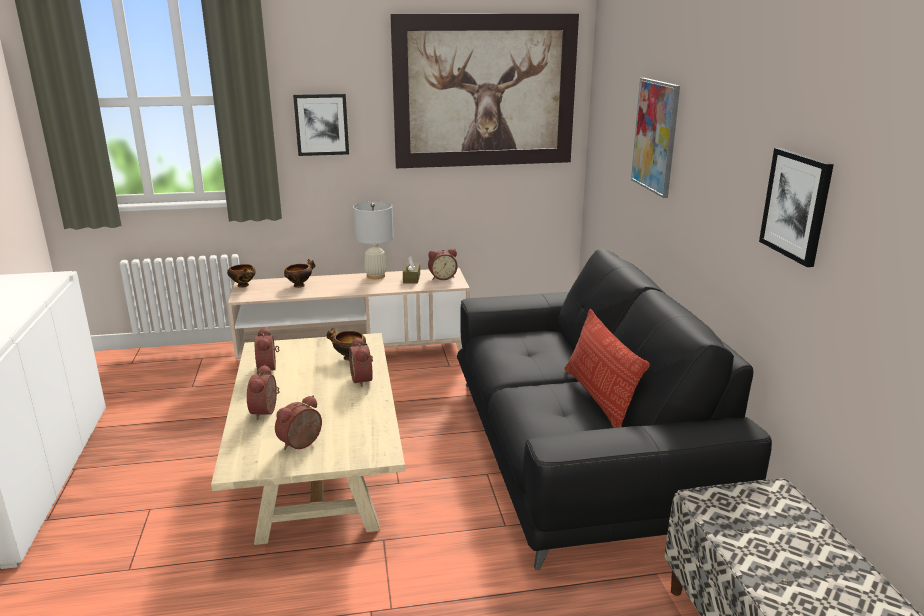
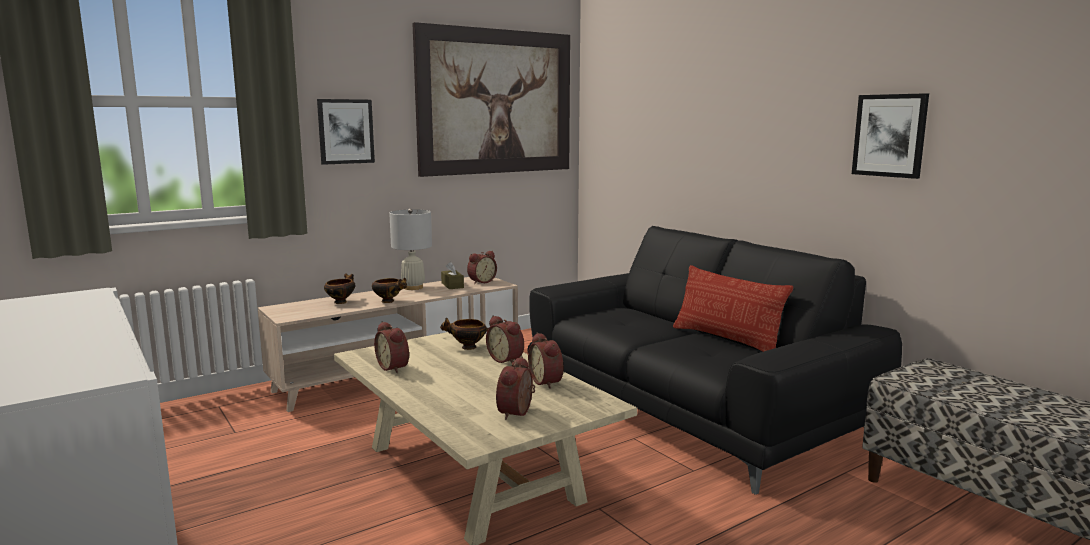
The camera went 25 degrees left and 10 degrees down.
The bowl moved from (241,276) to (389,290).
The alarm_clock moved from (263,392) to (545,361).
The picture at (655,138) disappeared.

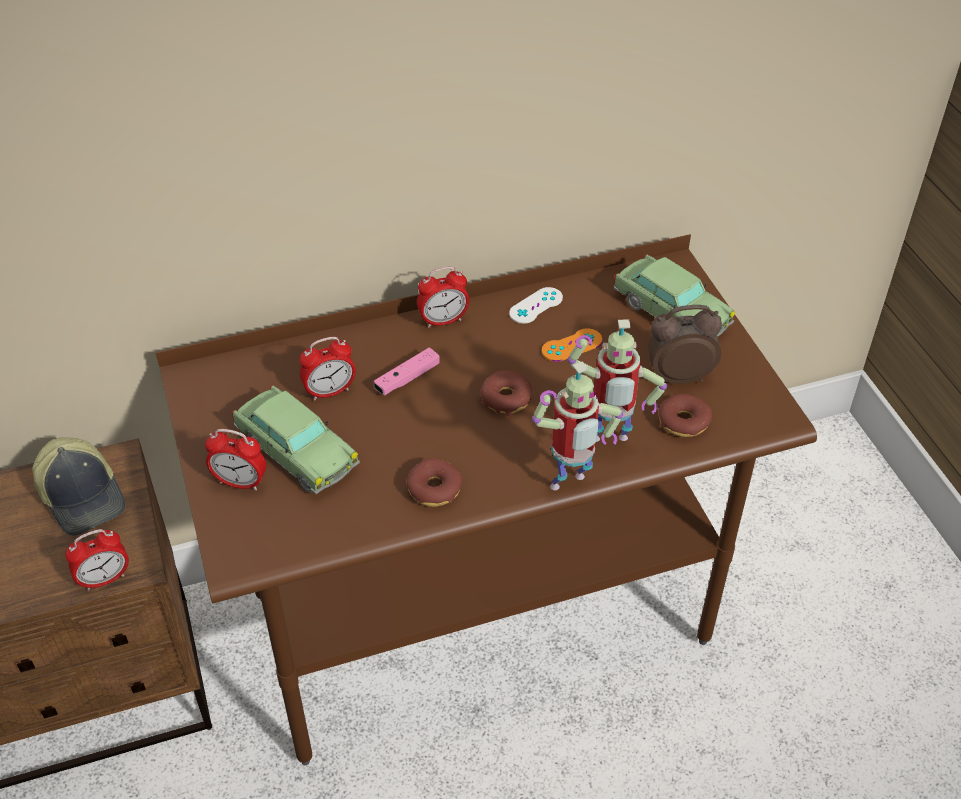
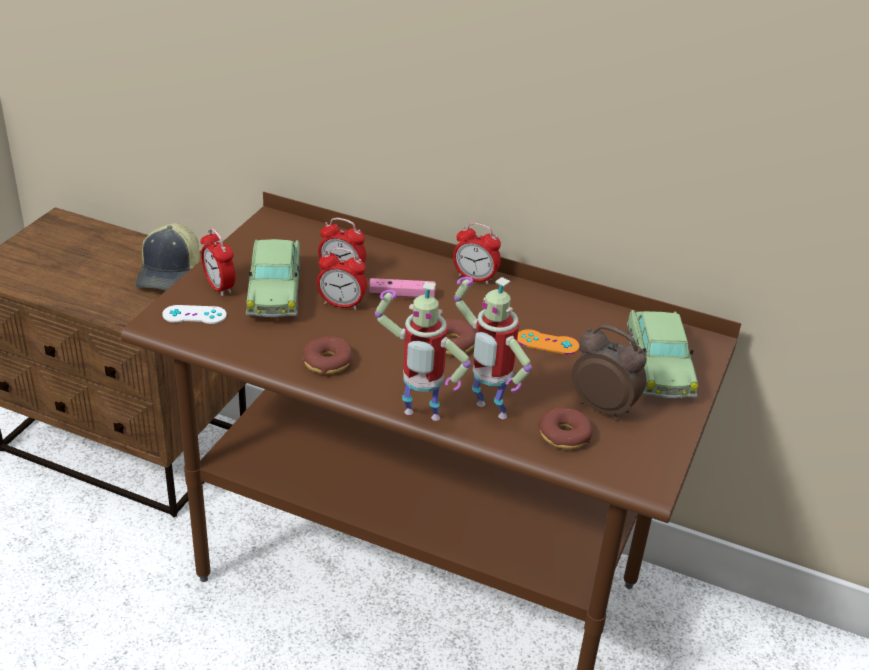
The camera went 40 degrees right and 10 degrees down.
The alarm_clock moved from (97,560) to (342,278).
The white_game_controller moved from (536,305) to (194,314).

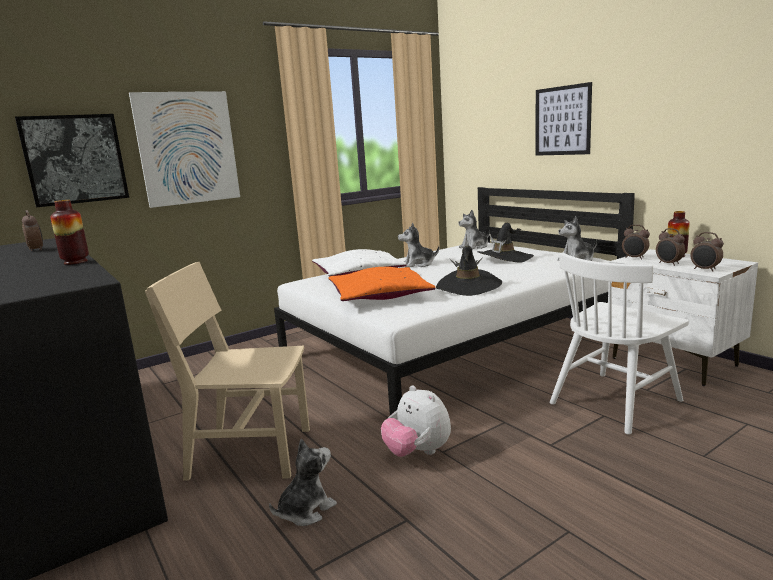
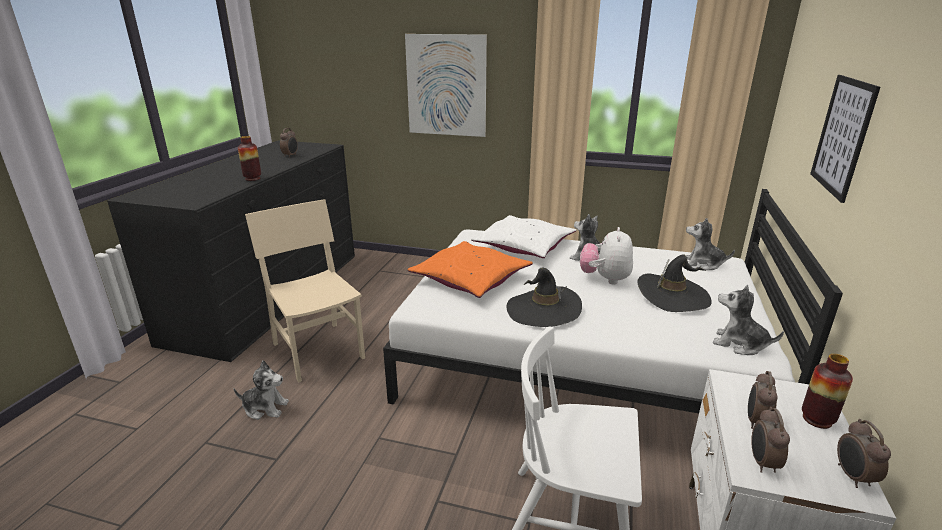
The camera went 50 degrees right and 10 degrees up.
The picture at (72,161) disappeared.
The plush_toy moved from (416,421) to (606,256).
The alarm_clock moved from (636,242) to (864,453).

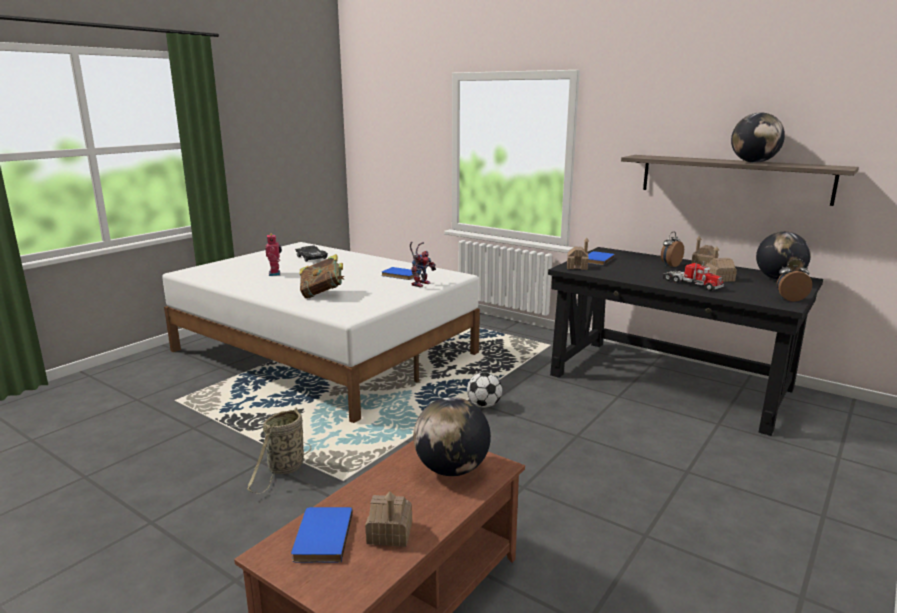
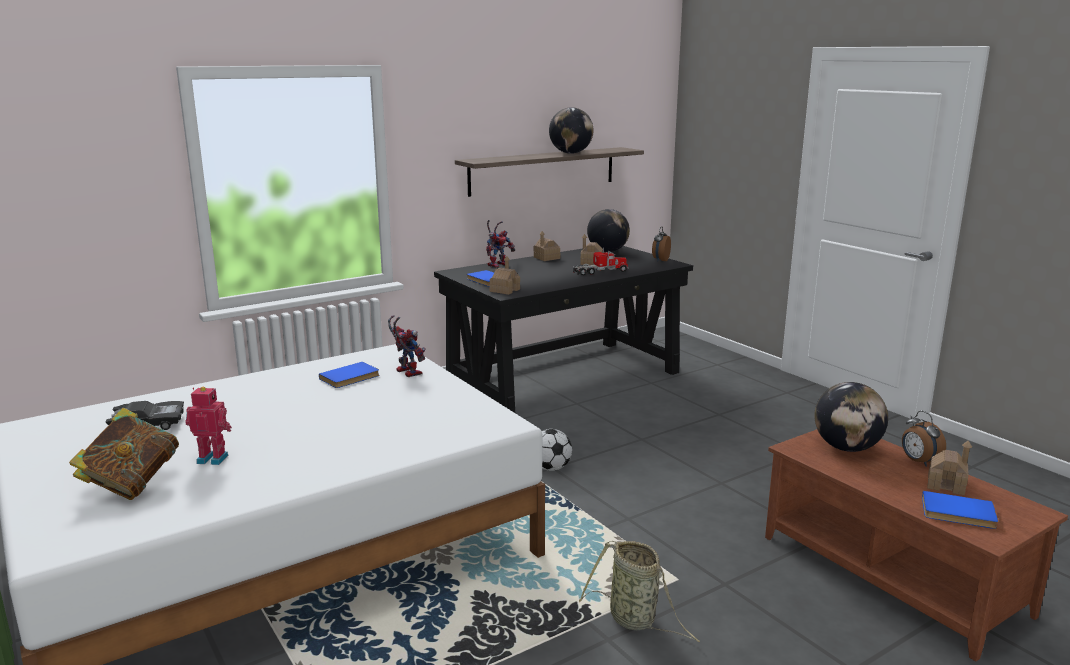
The camera went 70 degrees left and 0 degrees up.
The book moved from (322,276) to (124,454).
The alarm_clock moved from (672,249) to (924,438).
The toy_robot at (500,244) appeared.

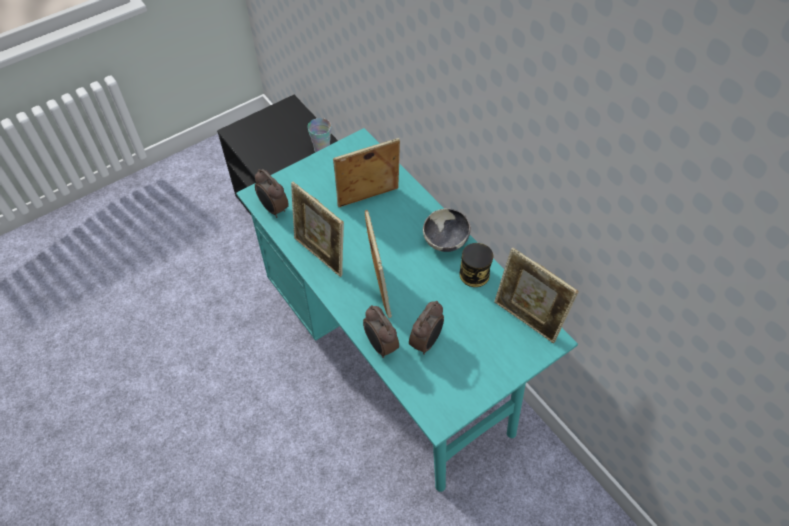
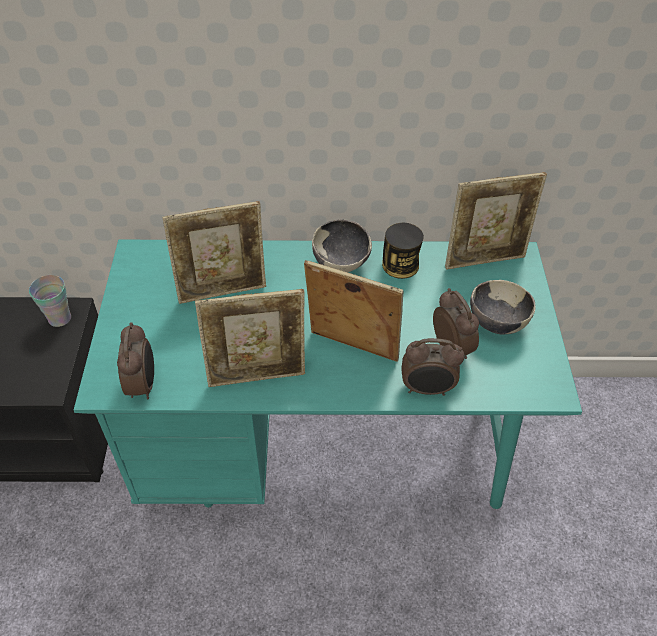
The camera went 55 degrees left and 5 degrees down.
The alarm_clock at (272,193) turned 90 degrees counterclockwise.
The picture_frame at (366,172) turned 120 degrees counterclockwise.
The bowl at (503,307) appeared.

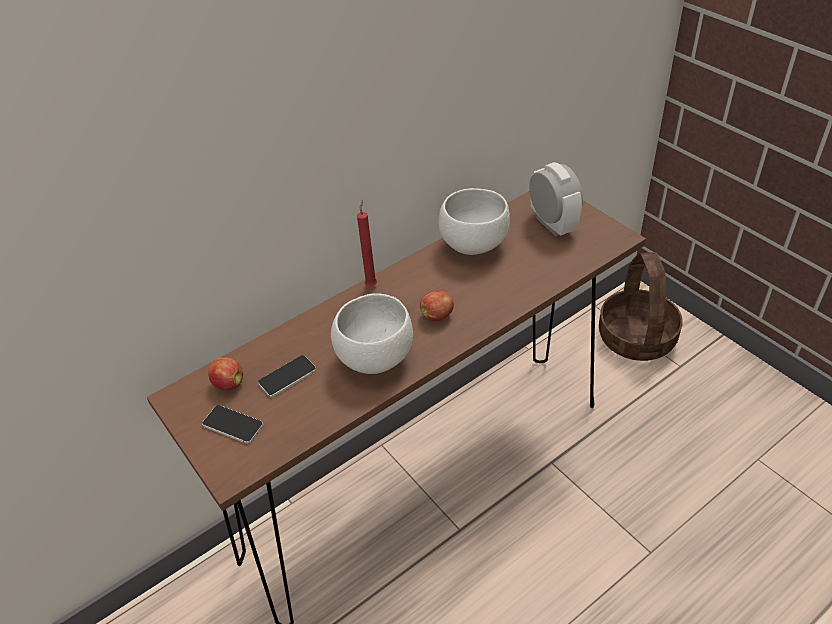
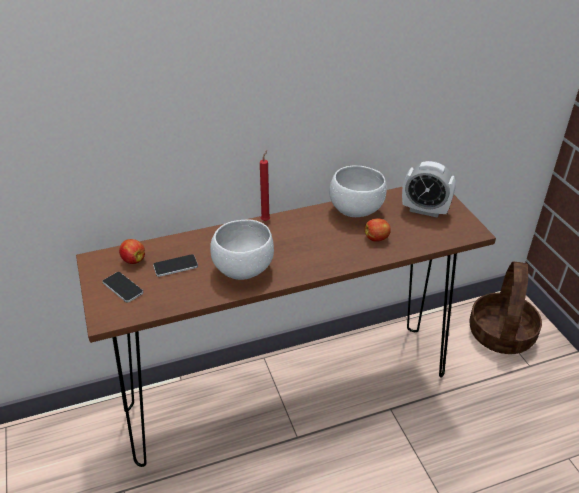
The camera went 15 degrees right and 5 degrees down.
The apple moved from (437,306) to (378,230).
The alarm_clock at (556,199) turned 120 degrees clockwise.

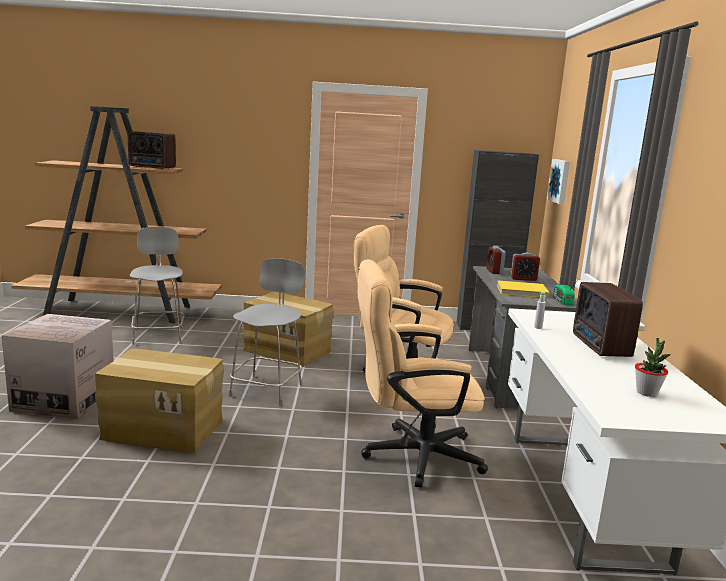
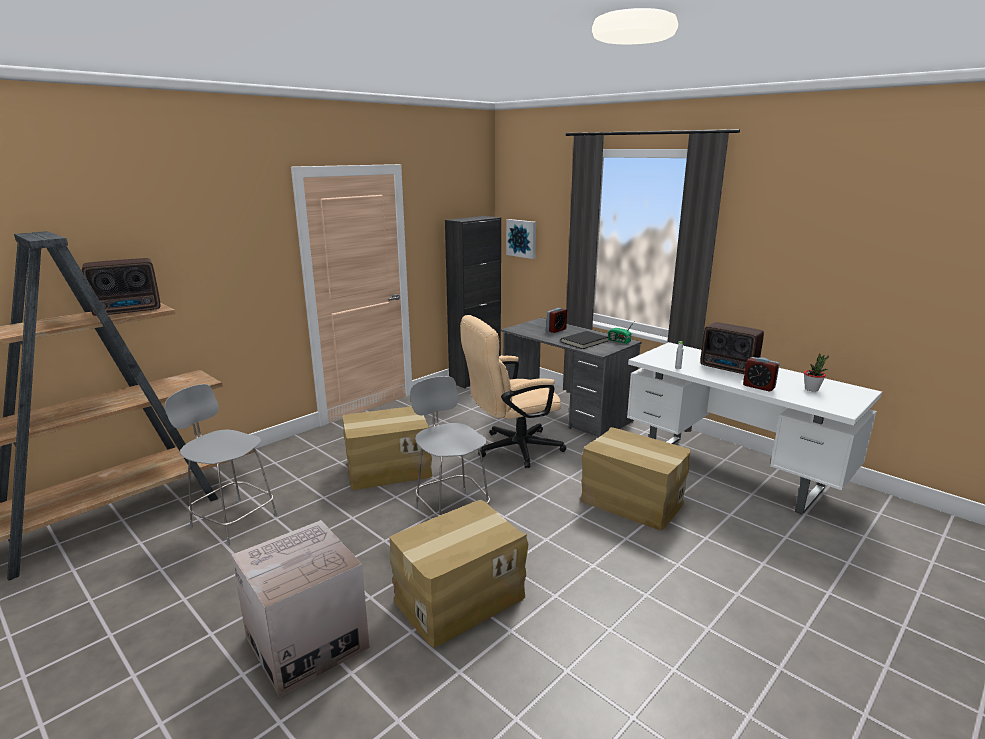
The camera went 45 degrees left and 5 degrees up.
The beige_office_chair at (423,373) was replaced by the cardboard_box at (636,479).
The alarm_clock moved from (496,260) to (761,374).
The yellow_book at (523,289) became the black_book at (584,340).

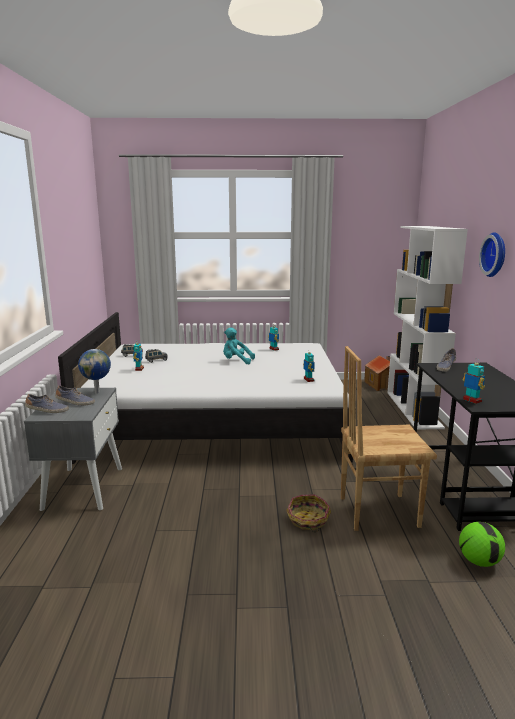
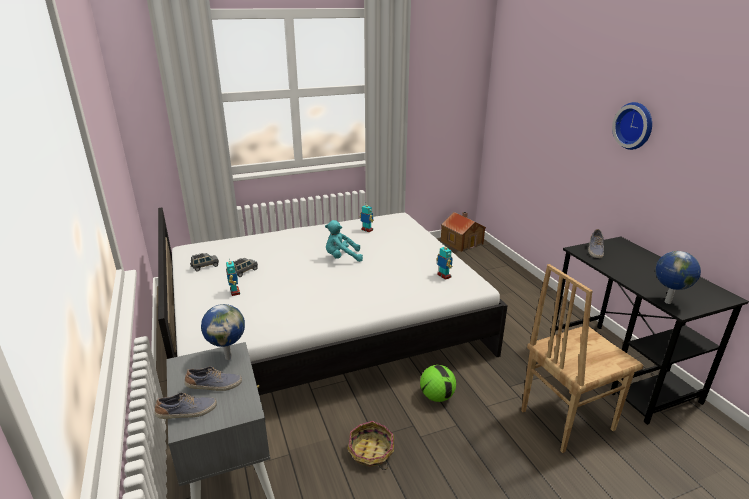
The camera went 20 degrees left and 10 degrees up.
The basket moved from (308,513) to (370,445).
The white_bookcase at (427,327) disappeared.
The football moved from (482,544) to (438,383).
The toy_robot at (474,381) was replaced by the globe at (678,277).

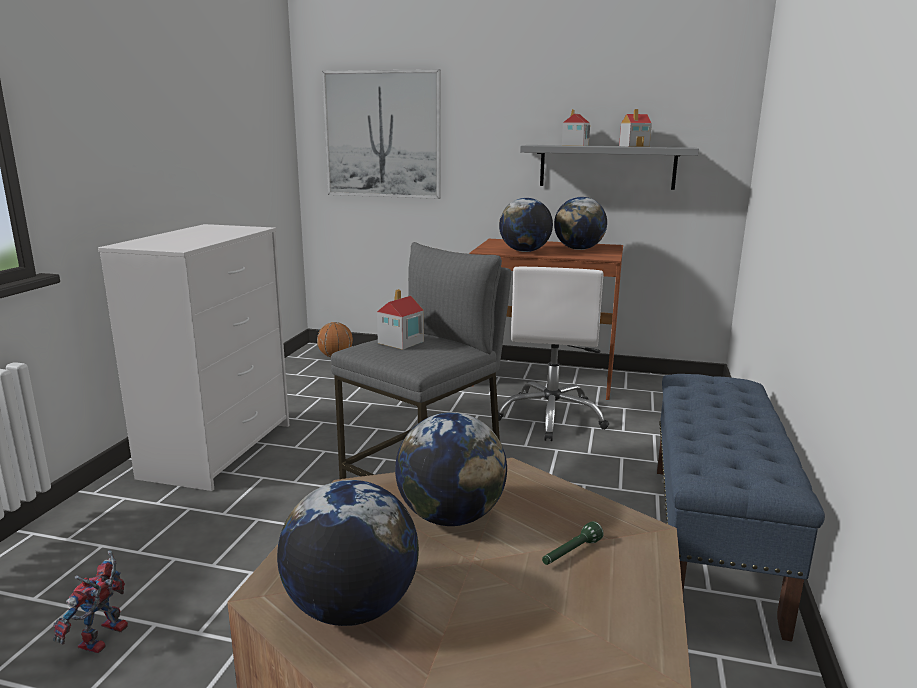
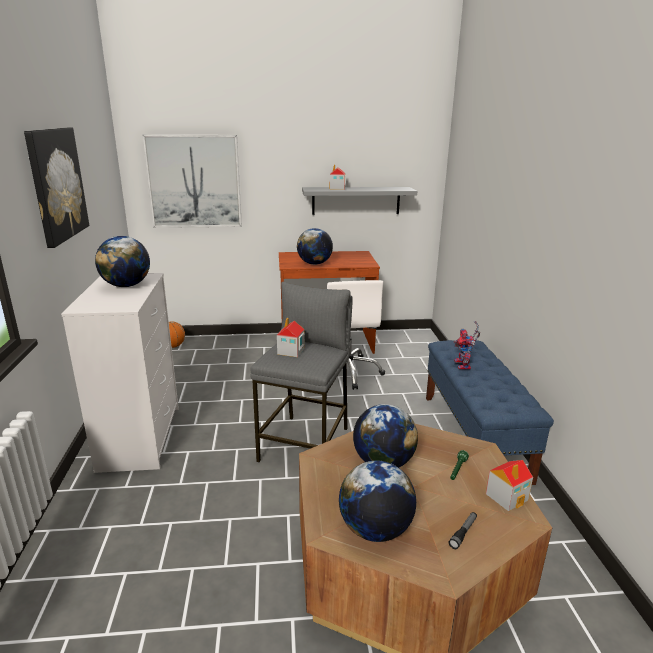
The camera went 20 degrees left and 5 degrees up.
The toy_robot moved from (90,602) to (466,345).
The globe moved from (580,223) to (122,261).
The toy_house moved from (635,128) to (509,485).
The picture at (56,188) appeared.
The flashlight at (463,530) appeared.

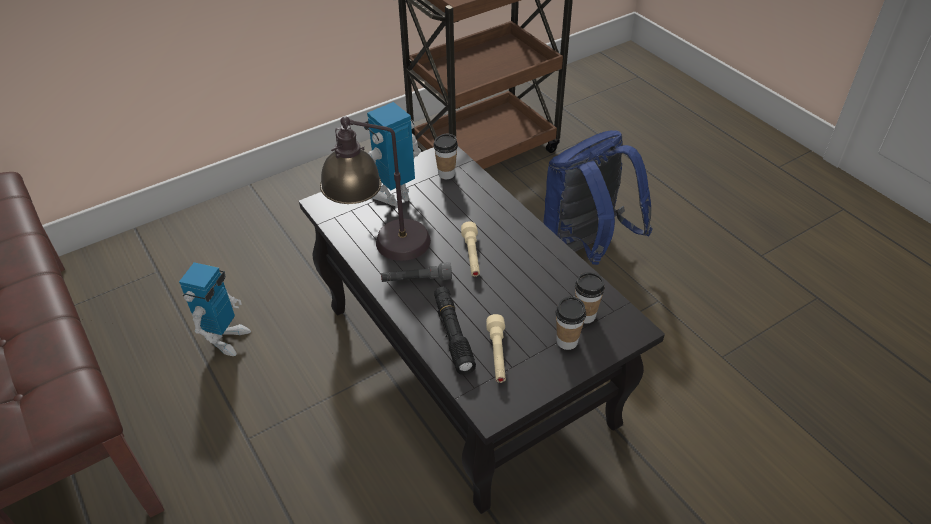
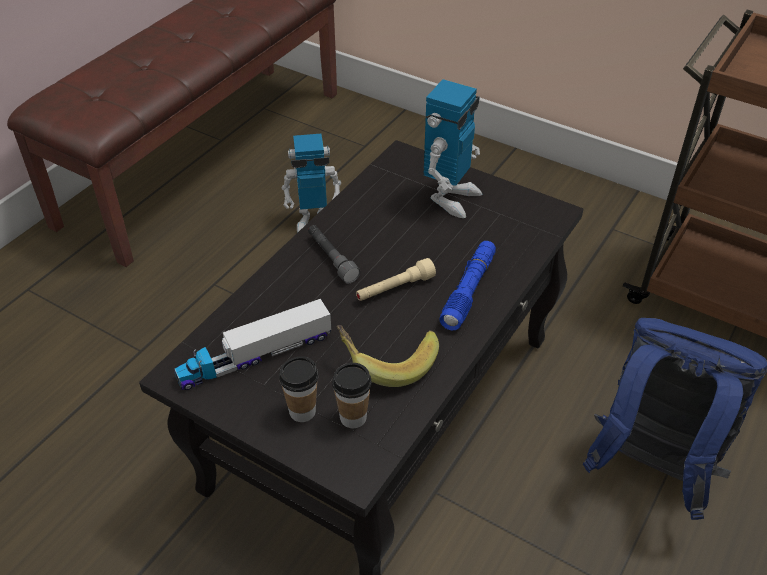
The camera went 65 degrees right and 0 degrees up.
The table_lamp at (375,188) disappeared.
The toy_robot at (392,154) turned 90 degrees clockwise.
The cup at (445,156) disappeared.
The black_flashlight at (455,331) disappeared.
The beige_flashlight at (496,348) was replaced by the toy_truck at (252,344).
The banana at (388,356) appeared.
The blue_flashlight at (467,285) appeared.

